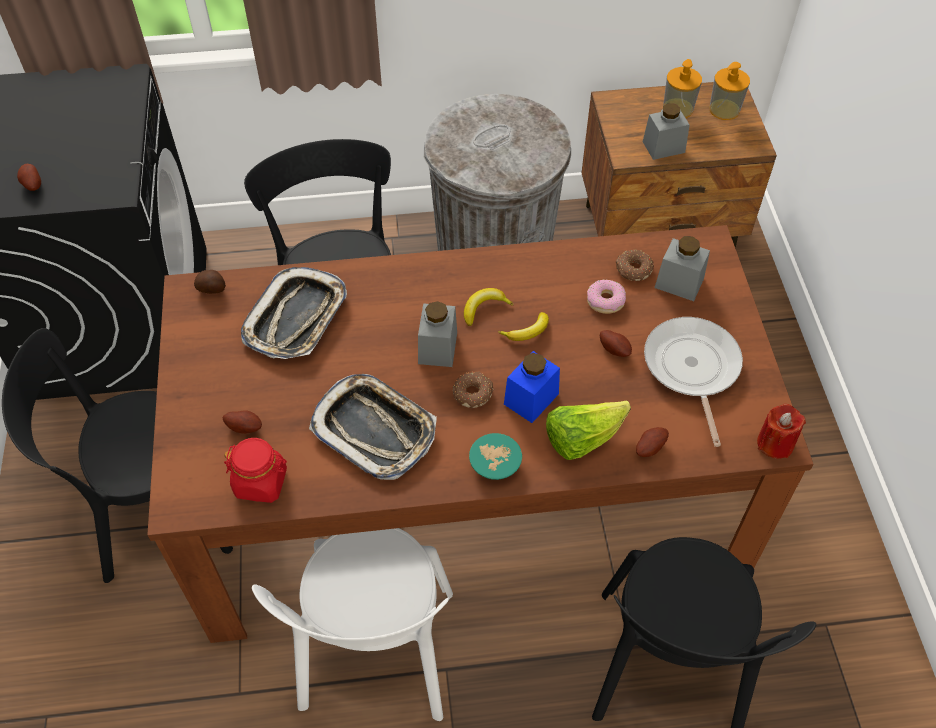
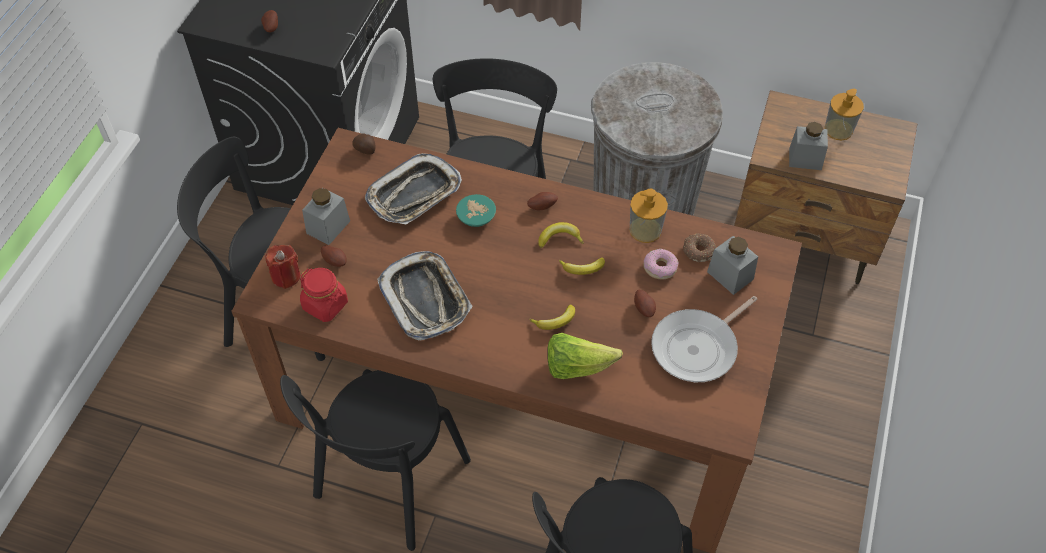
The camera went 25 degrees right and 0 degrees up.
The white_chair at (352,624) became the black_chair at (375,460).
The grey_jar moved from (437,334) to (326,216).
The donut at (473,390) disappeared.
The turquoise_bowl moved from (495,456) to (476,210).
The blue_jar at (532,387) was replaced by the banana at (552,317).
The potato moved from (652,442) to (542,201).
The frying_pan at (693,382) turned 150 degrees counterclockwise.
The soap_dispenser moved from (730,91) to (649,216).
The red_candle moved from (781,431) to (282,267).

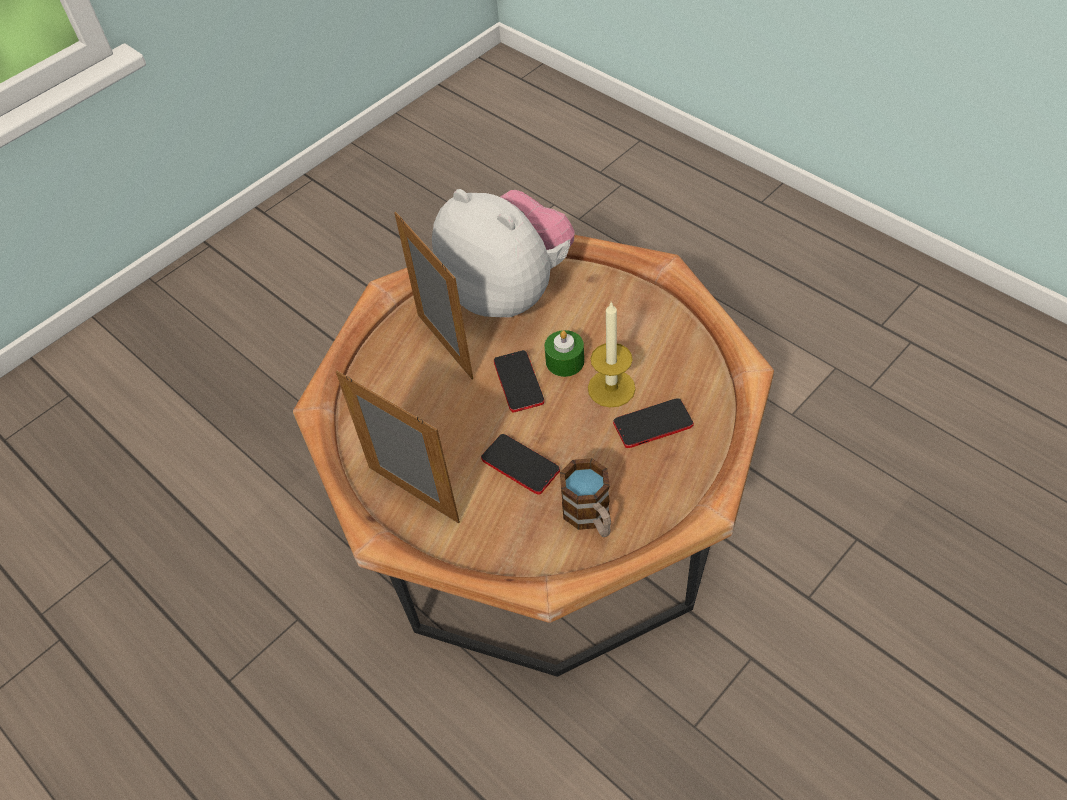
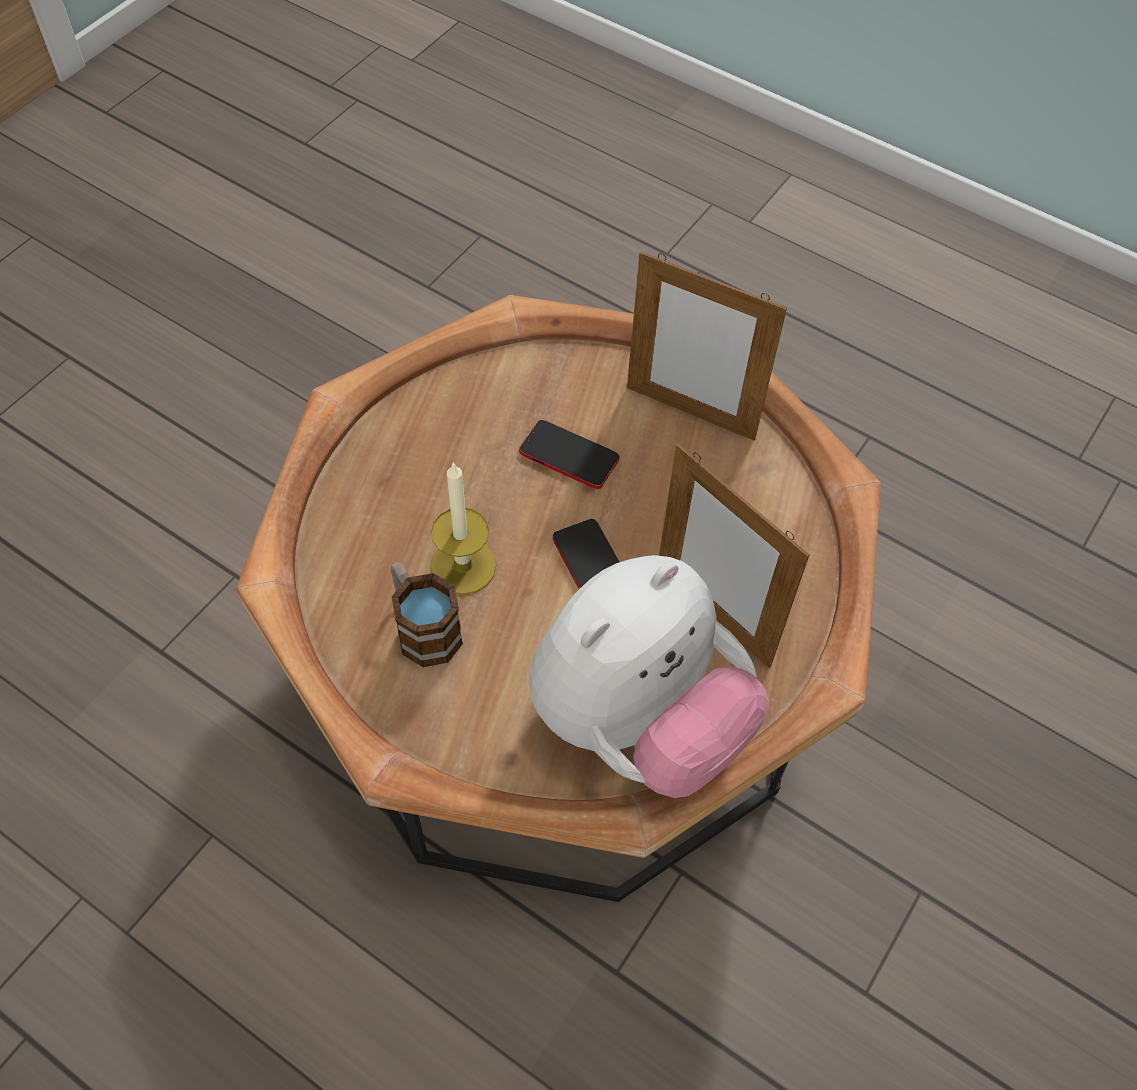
The camera went 165 degrees right and 5 degrees up.
The plush_toy at (503,253) turned 75 degrees counterclockwise.
The green_candle at (564,353) disappeared.
The mug moved from (585,497) to (427,614).
The phone at (653,423) disappeared.

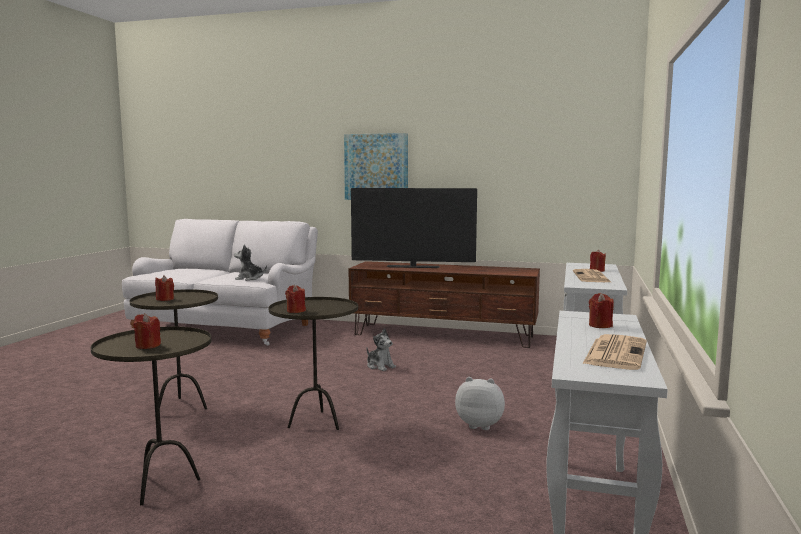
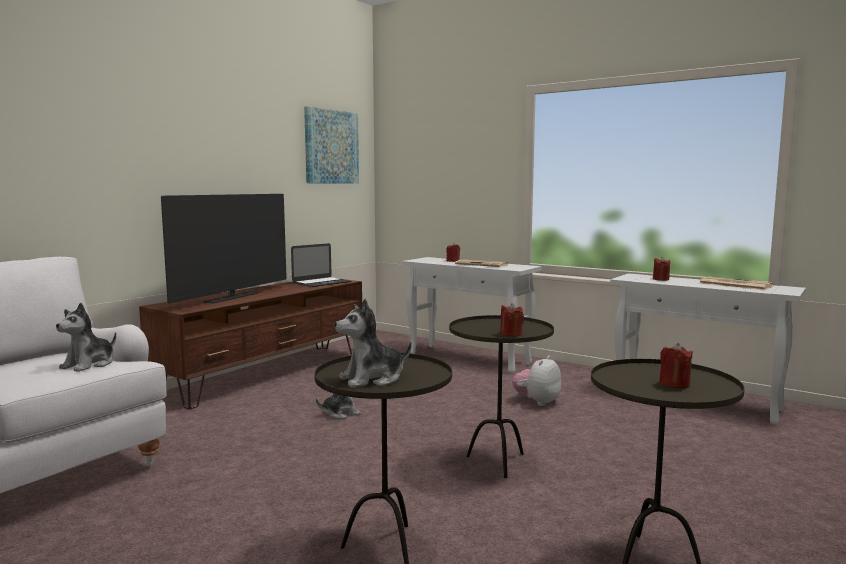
The camera went 70 degrees left and 0 degrees up.
The red_candle at (164,288) was replaced by the plush_toy at (373,343).
The picture moved from (376,166) to (331,145).
The laptop at (321,265) appeared.

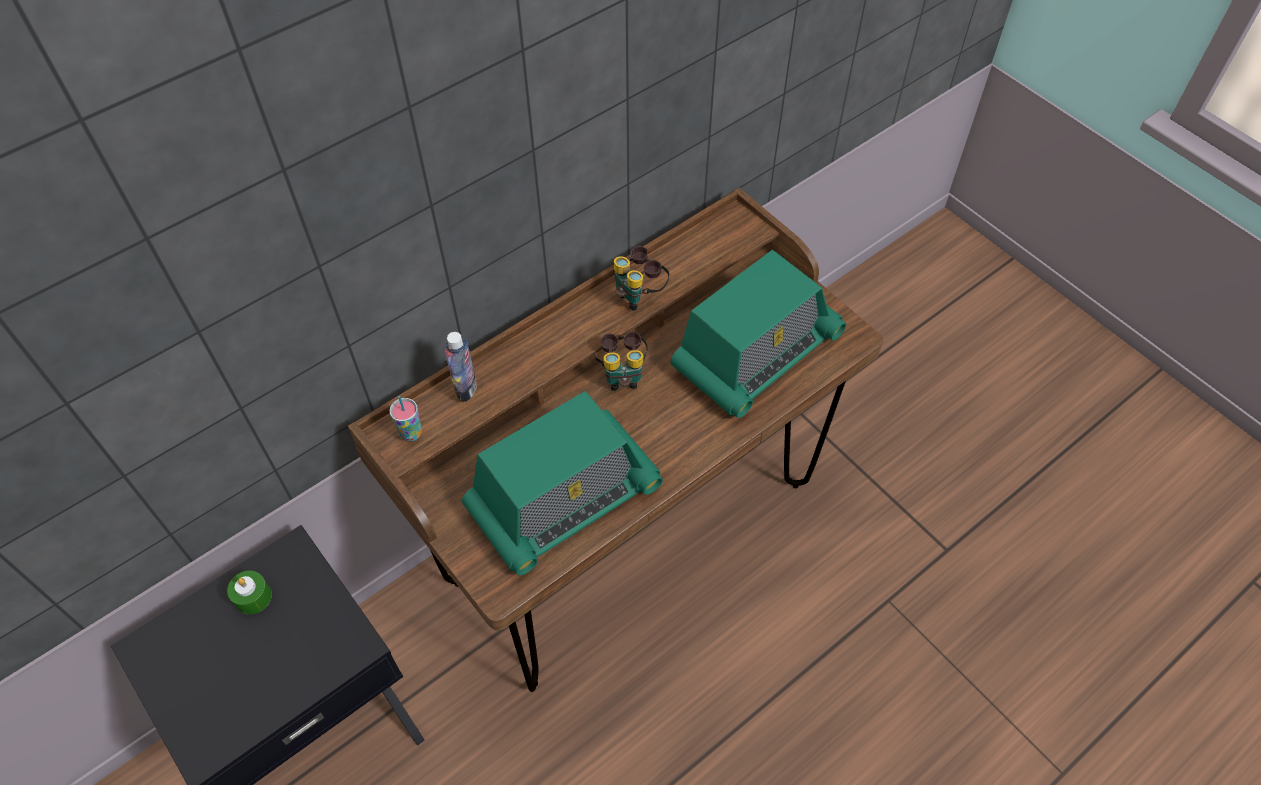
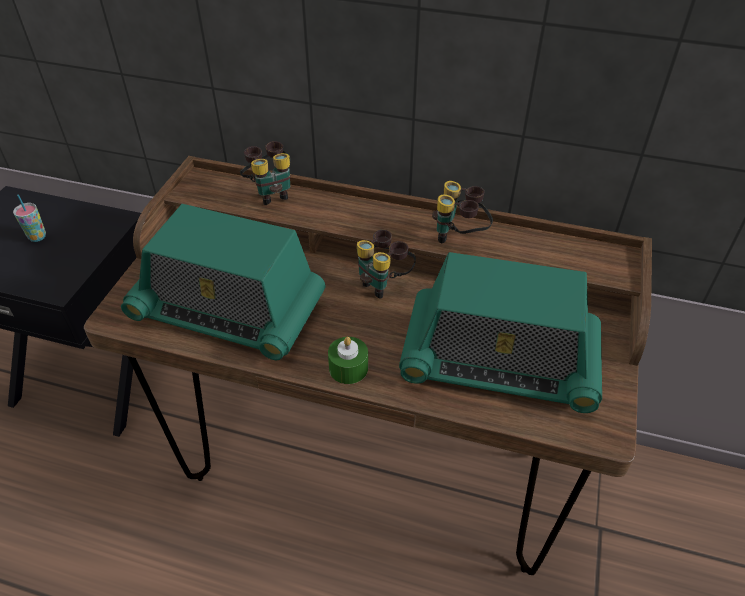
The camera went 55 degrees right and 10 degrees down.
The green_candle moved from (249,593) to (348,360).
The cup moved from (405,418) to (29,218).
The bottle at (461,367) was replaced by the binoculars at (265,173).

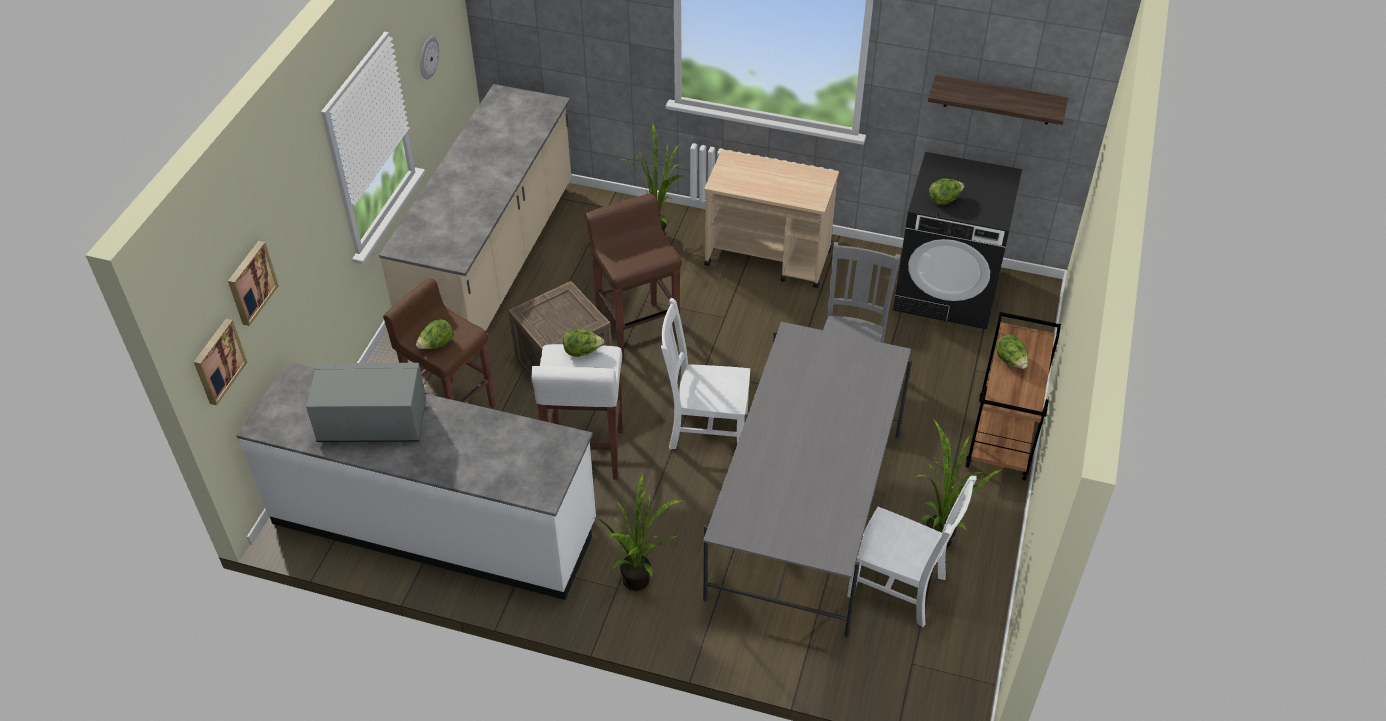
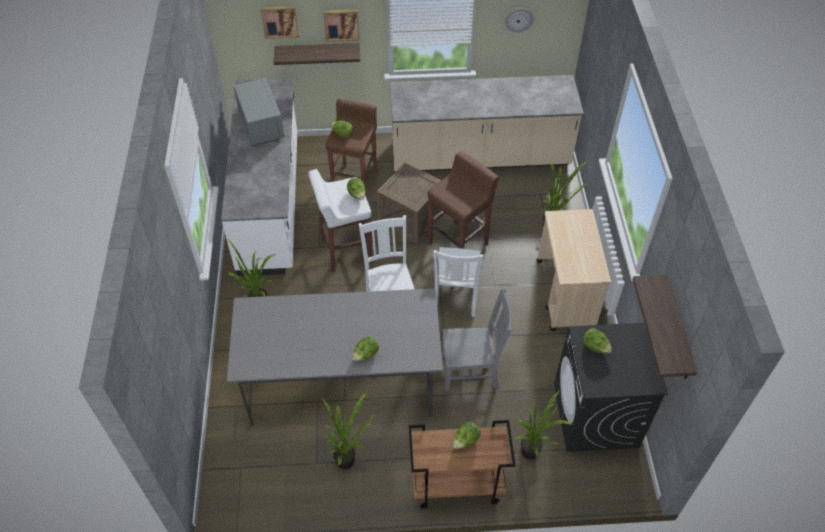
The camera went 70 degrees right and 5 degrees up.
The picture moved from (220,362) to (341,25).
The white_chair moved from (912,551) to (458,282).
The shelf at (317,54) appeared.
The lettuce at (365,349) appeared.
The potted_plant at (541,425) appeared.

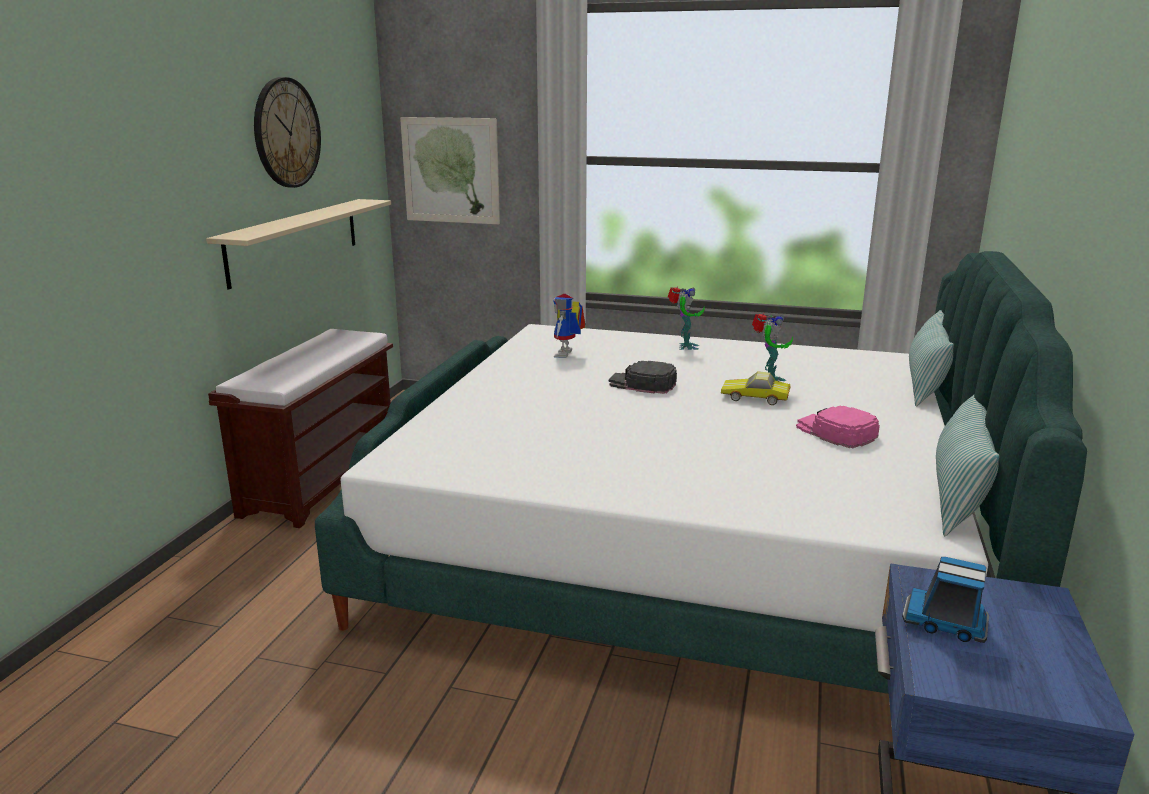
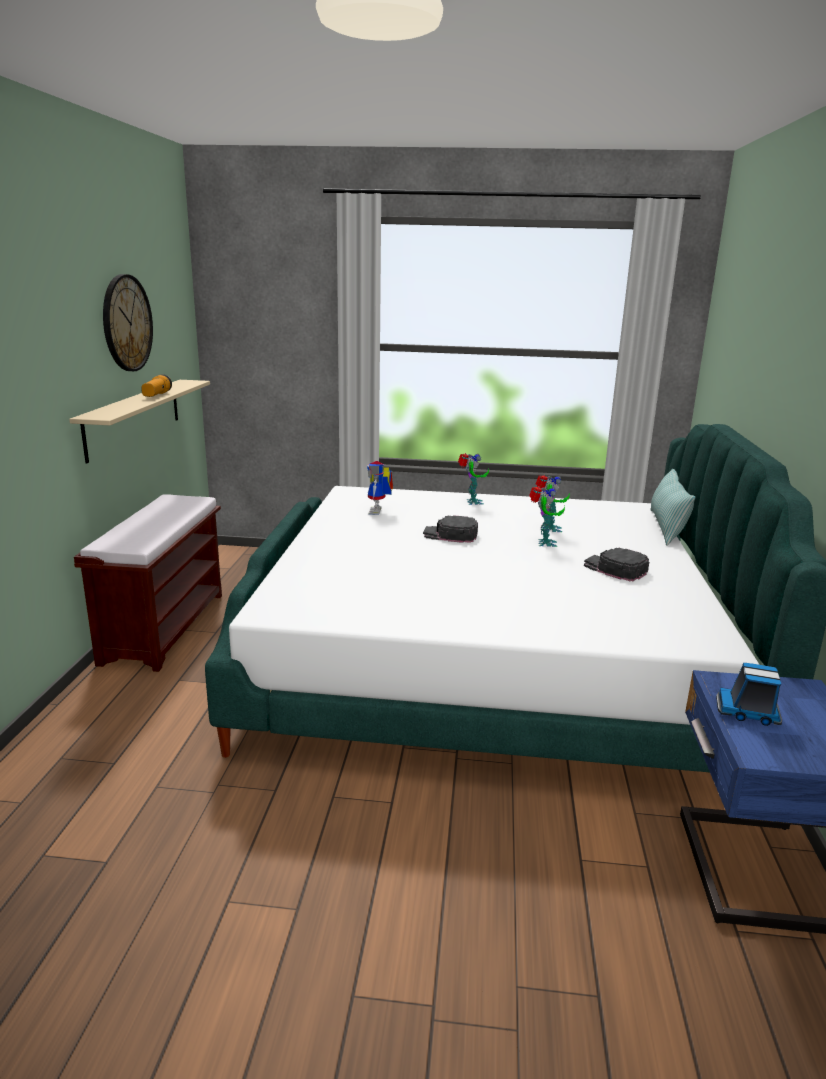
The camera went 10 degrees left and 0 degrees up.
The picture at (450,170) disappeared.
The toy_car at (755,388) was replaced by the toy_robot at (547,516).
The pink_cap at (838,427) became the black_cap at (616,564).
The pillow at (967,465) disappeared.
The flashlight at (156,385) appeared.

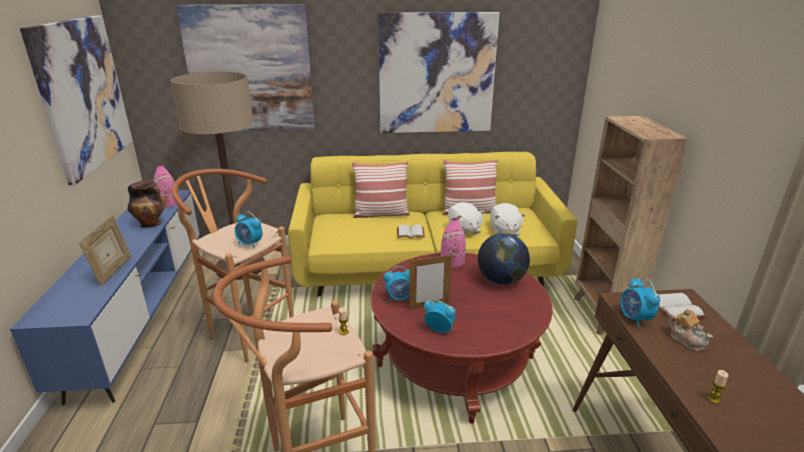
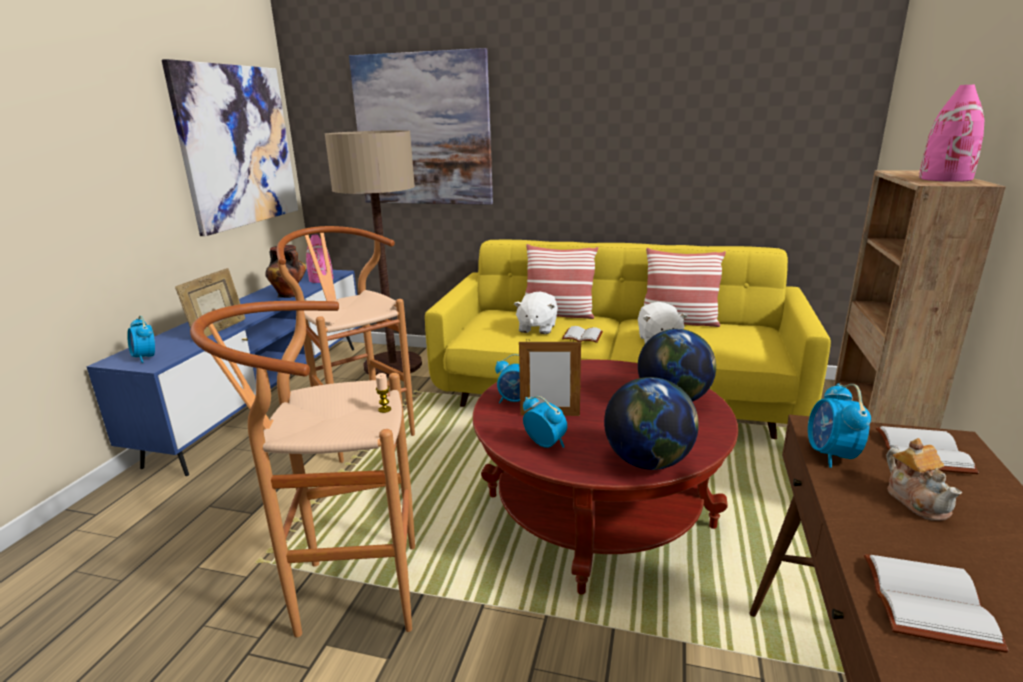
The camera went 20 degrees right and 5 degrees down.
The alarm_clock moved from (249,229) to (141,339).
The picture at (439,72) disappeared.
The pink_vase moved from (453,243) to (951,133).
The white_plush_toy moved from (508,219) to (536,312).
The candle at (717,386) was replaced by the white_book at (936,603).
The globe at (651,423) appeared.

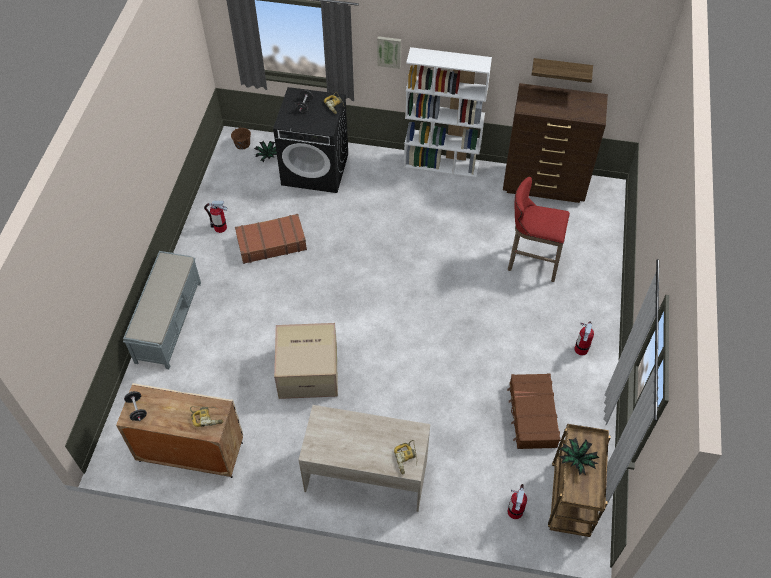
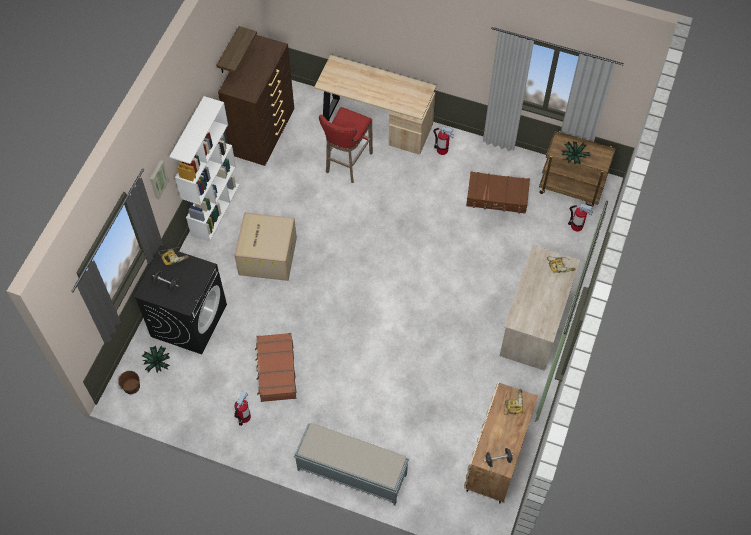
The camera went 80 degrees left and 5 degrees up.
The cardboard_box moved from (306,361) to (266,246).
The beige_desk at (375,105) appeared.

